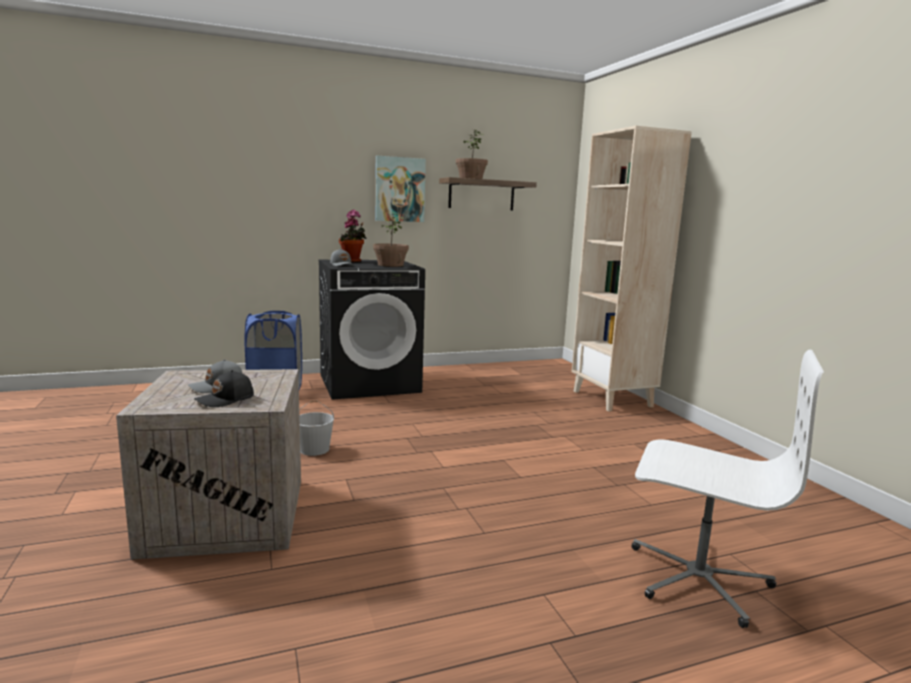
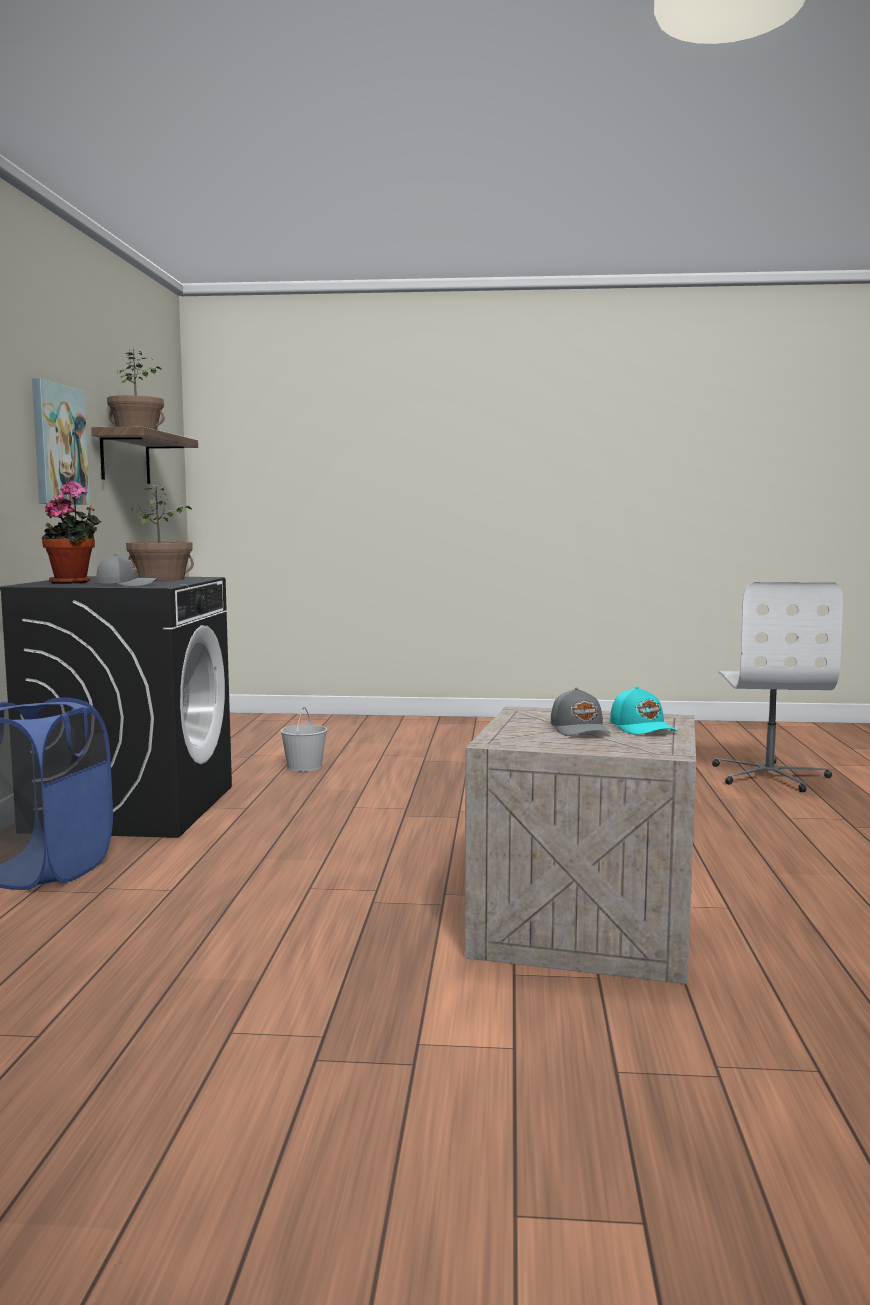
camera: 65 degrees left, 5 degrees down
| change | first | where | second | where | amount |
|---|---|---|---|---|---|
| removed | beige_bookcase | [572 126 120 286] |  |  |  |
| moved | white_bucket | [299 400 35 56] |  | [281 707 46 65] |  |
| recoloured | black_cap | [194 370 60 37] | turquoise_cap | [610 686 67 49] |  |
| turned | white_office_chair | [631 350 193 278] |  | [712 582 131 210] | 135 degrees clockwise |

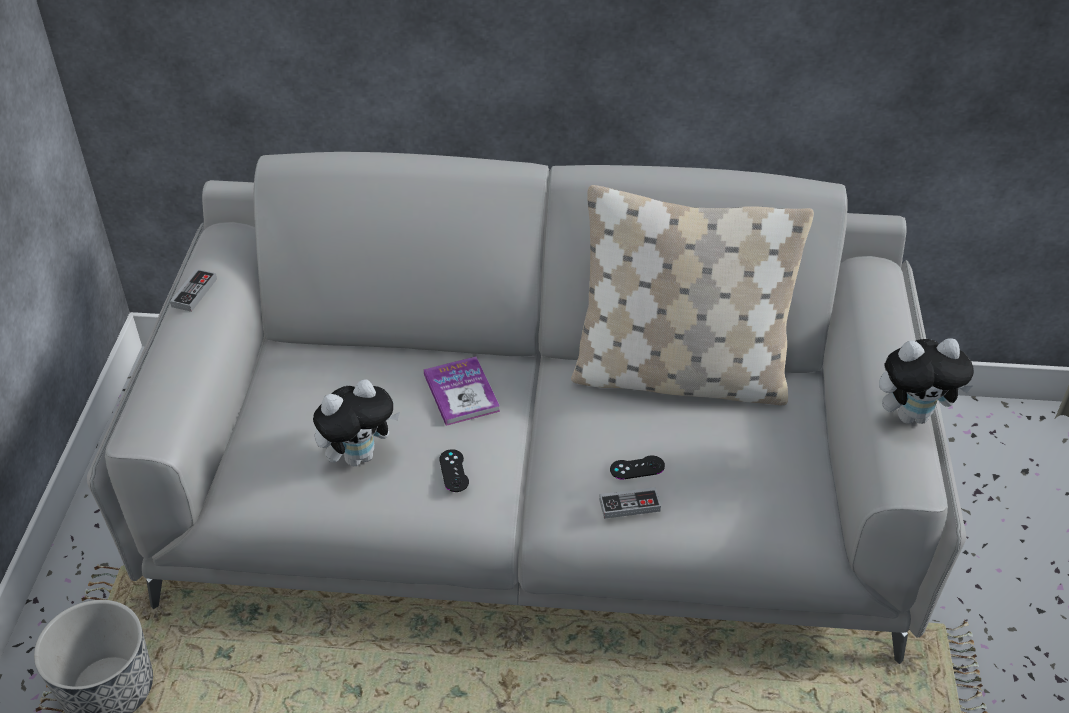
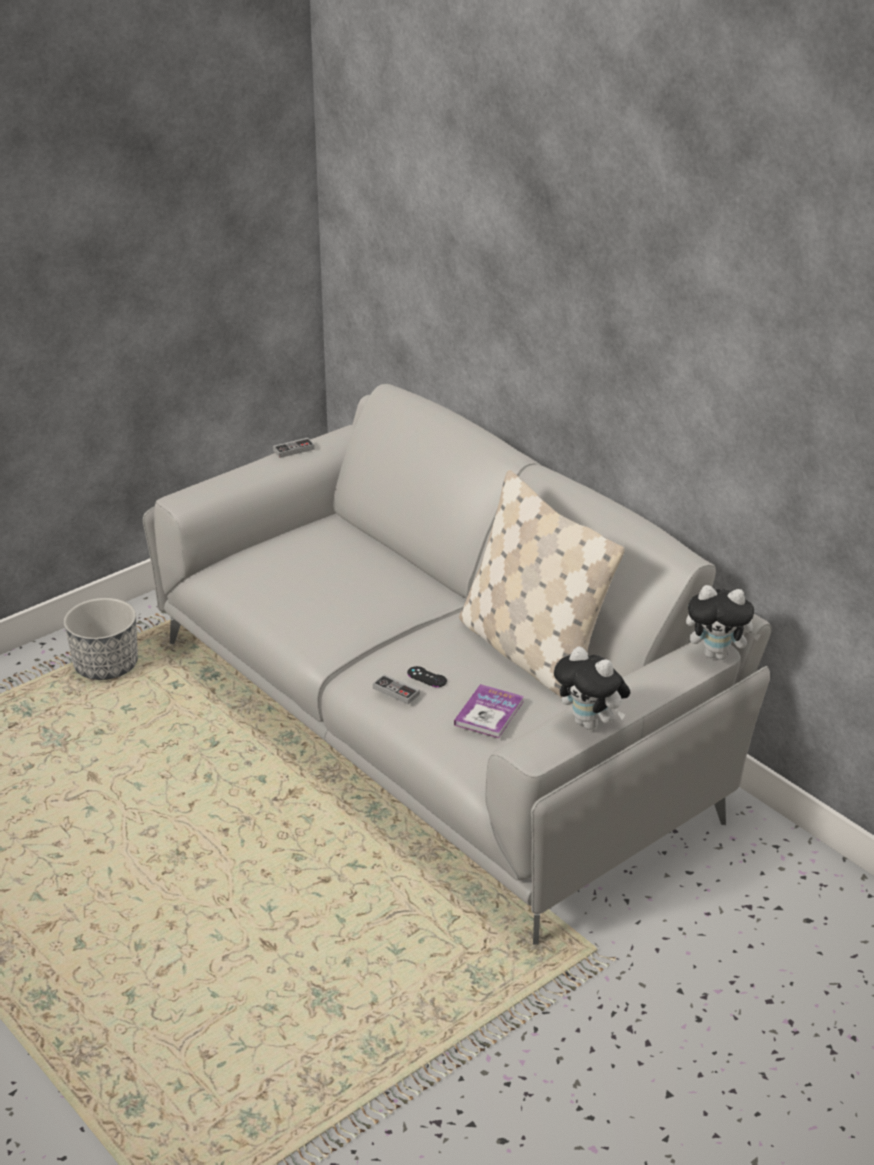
camera: 45 degrees right, 10 degrees down
| change | first | where | second | where | amount |
|---|---|---|---|---|---|
| removed | black_game_controller | [439 449 30 43] |  |  |  |
| moved | plush_toy | [313 379 87 87] |  | [686 585 75 75] |  |
| moved | book | [424 357 76 69] |  | [454 684 70 54] |  |

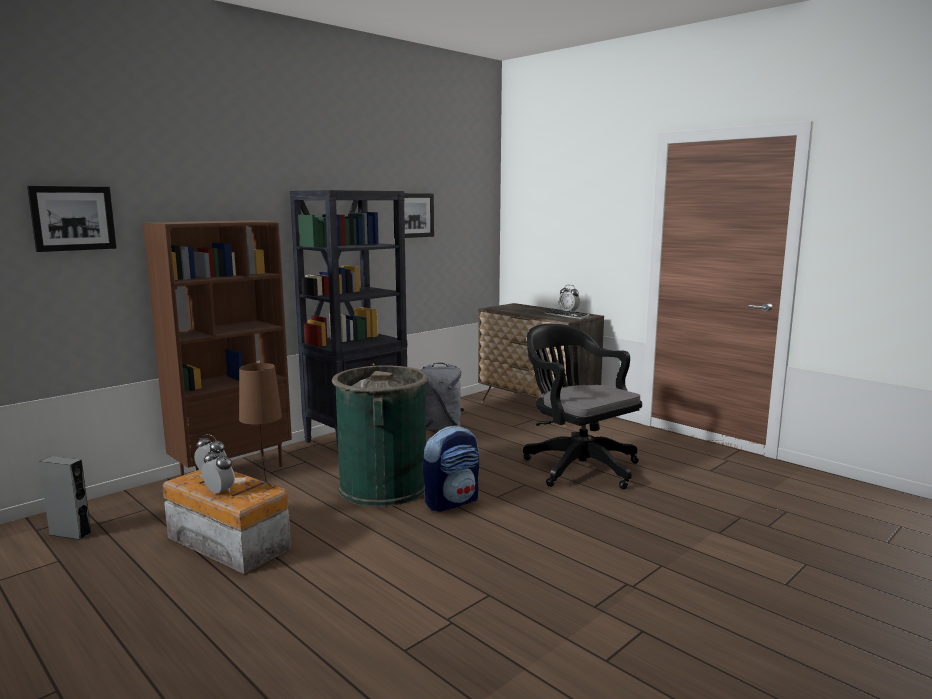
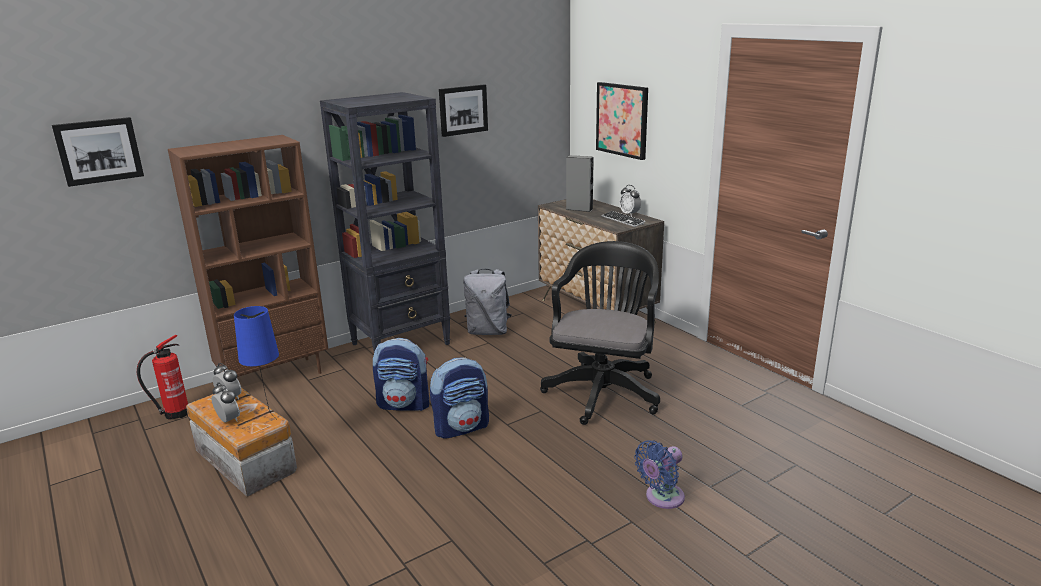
camera: 10 degrees right, 10 degrees up
| change | first | where | second | where | amount |
|---|---|---|---|---|---|
| added |  |  | fire_extinguisher | [137 335 51 85] |  |
| added |  |  | picture | [596 82 52 78] |  |
| added |  |  | blue_fan | [634 440 51 69] |  |
| moved | grey_speaker | [39 456 52 84] |  | [566 155 28 57] |  |
| replaced | green_trash_can | [332 365 97 142] | backpack | [373 338 56 73] |  |
| recoloured | brown_table_lamp | [239 363 43 125] | blue_table_lamp | [234 306 45 113] |  |
| turned | black_office_chair | [523 323 119 166] |  | [540 241 120 184] | 45 degrees clockwise |

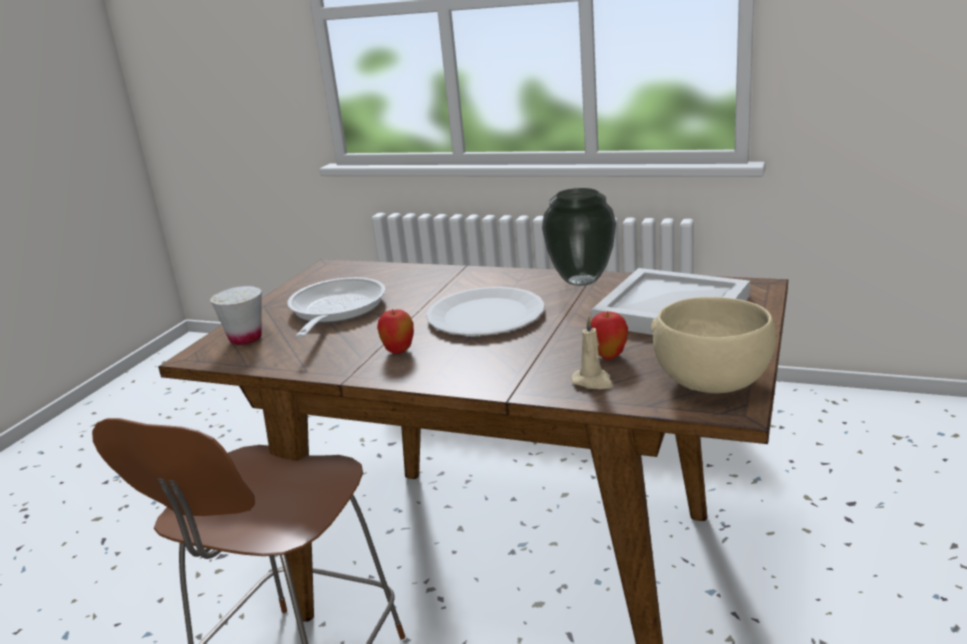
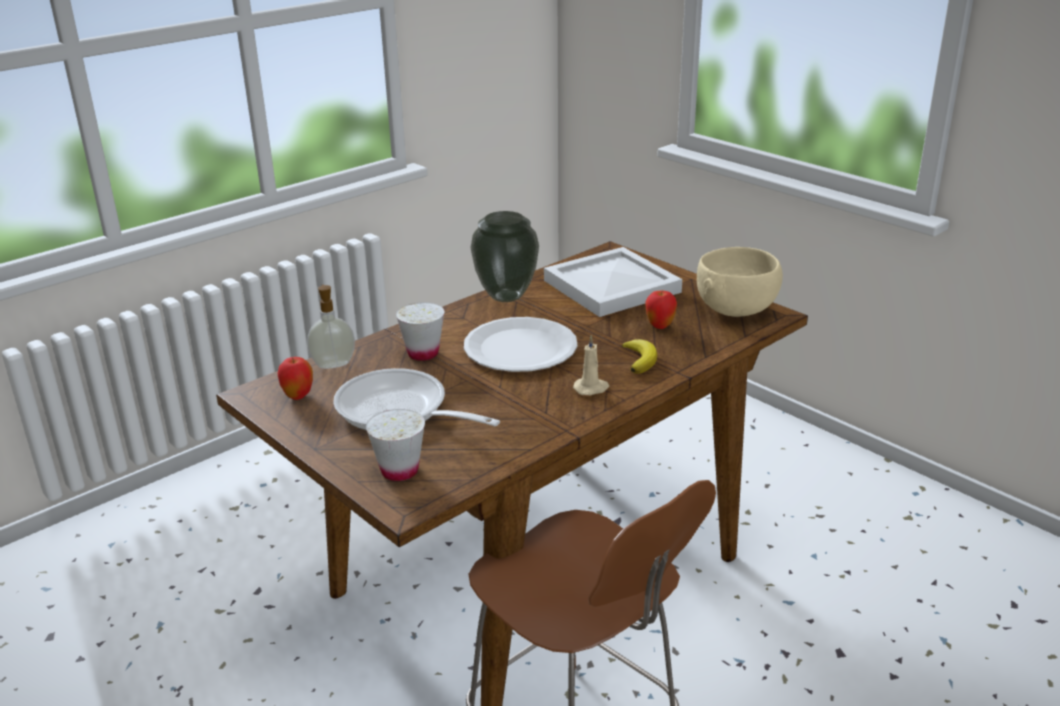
camera: 65 degrees left, 5 degrees up
| change | first | where | second | where | amount |
|---|---|---|---|---|---|
| added |  |  | soap_dispenser | [307 285 48 84] |  |
| added |  |  | white_cup | [396 302 48 59] |  |
| added |  |  | banana | [622 339 35 35] |  |
| moved | apple | [377 309 37 45] |  | [278 357 35 43] |  |
| moved | beige_candle | [571 316 42 73] |  | [573 335 36 60] |  |

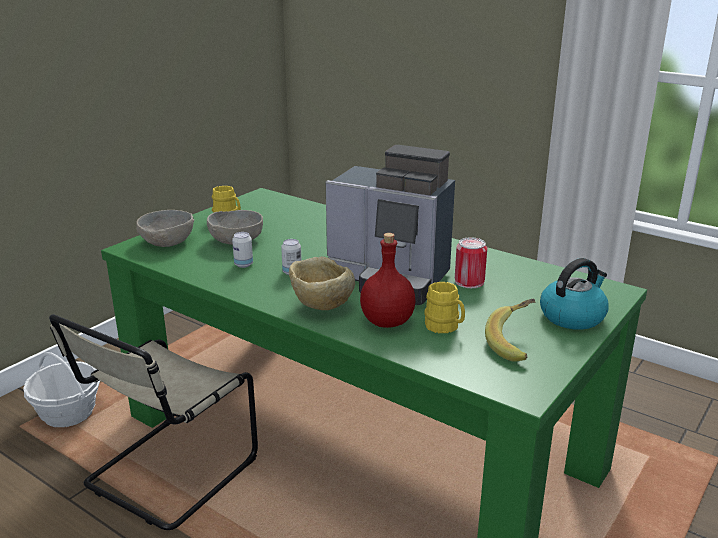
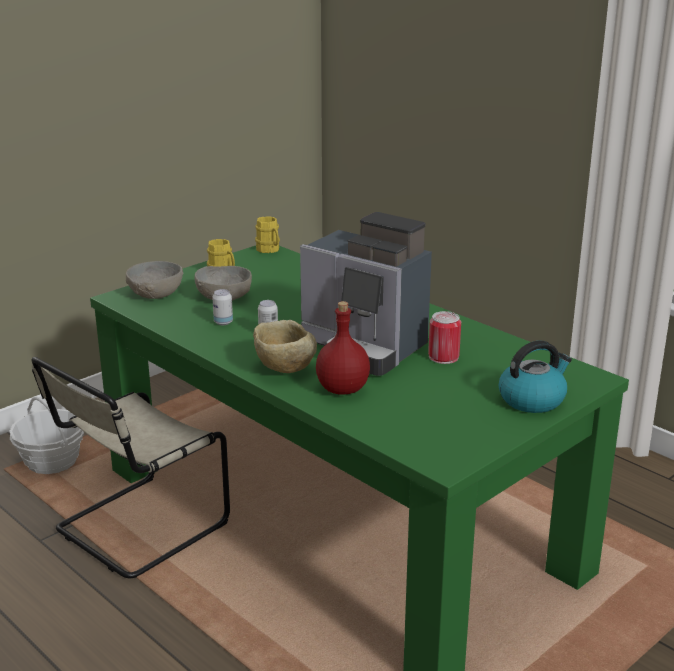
camera: 10 degrees right, 0 degrees up
| change | first | where | second | where | amount |
|---|---|---|---|---|---|
| removed | banana | [485 298 50 64] |  |  |  |
| moved | yellow_mug | [424 282 41 51] |  | [255 216 25 37] |  |

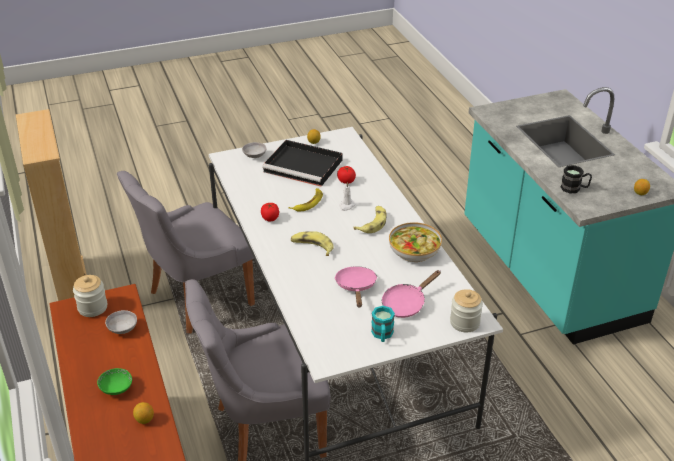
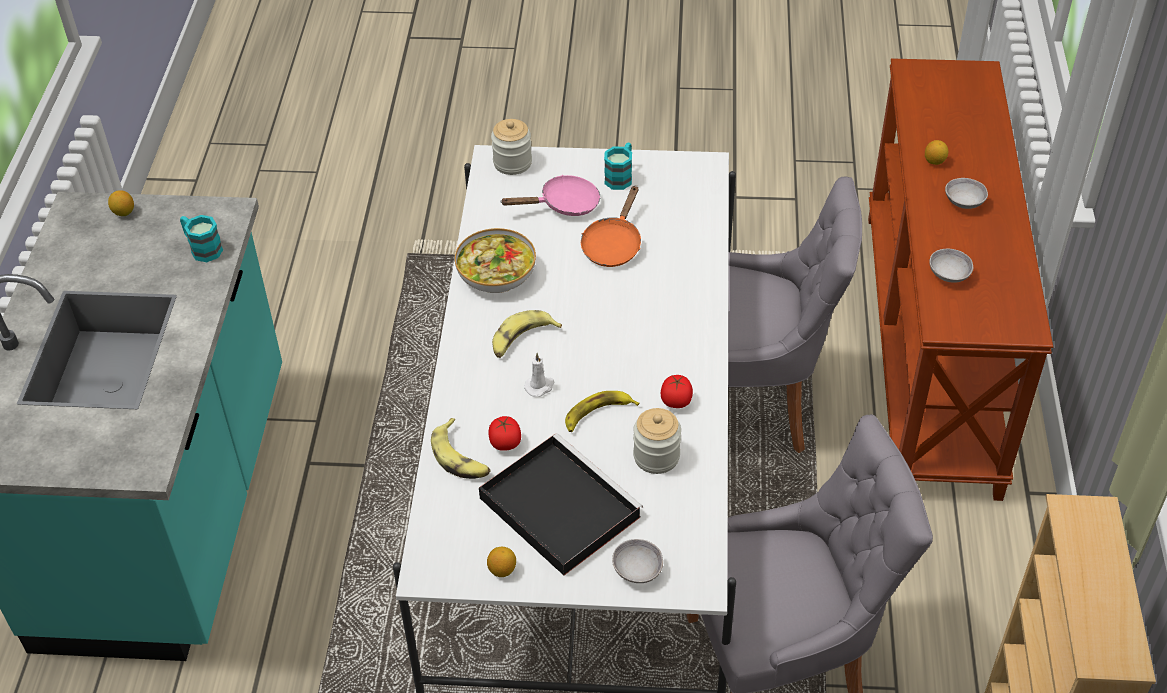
camera: 155 degrees left, 10 degrees up
| change | first | where | second | where | amount |
|---|---|---|---|---|---|
| moved | jar | [73 275 34 42] |  | [633 408 48 66] |  |
| moved | banana | [291 231 43 25] |  | [431 418 60 61] |  |
| recoloured | green_bowl | [97 368 35 27] | grey_bowl | [945 178 43 31] |  |
| recoloured | pink_frying_pan | [335 266 43 42] | orange_frying_pan | [581 185 60 82] |  |
| recoloured | black_mug | [561 165 31 29] | turquoise_mug | [180 215 43 47] |  |

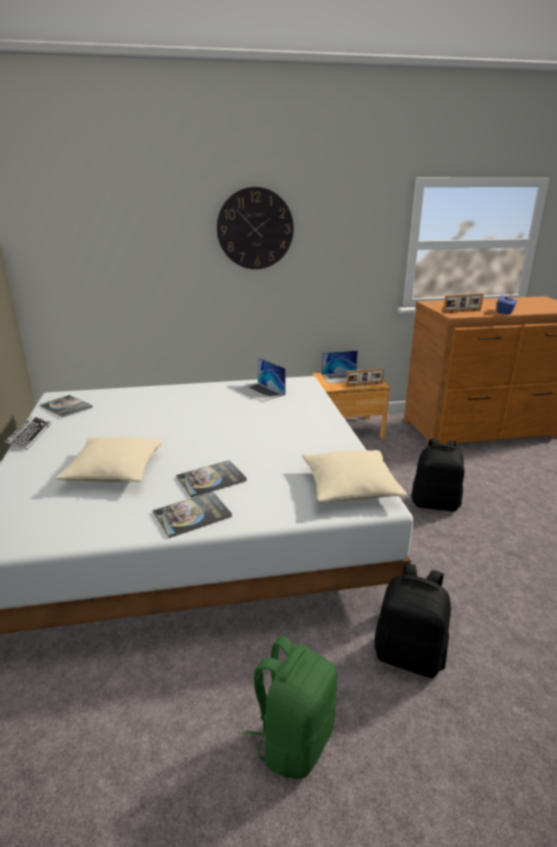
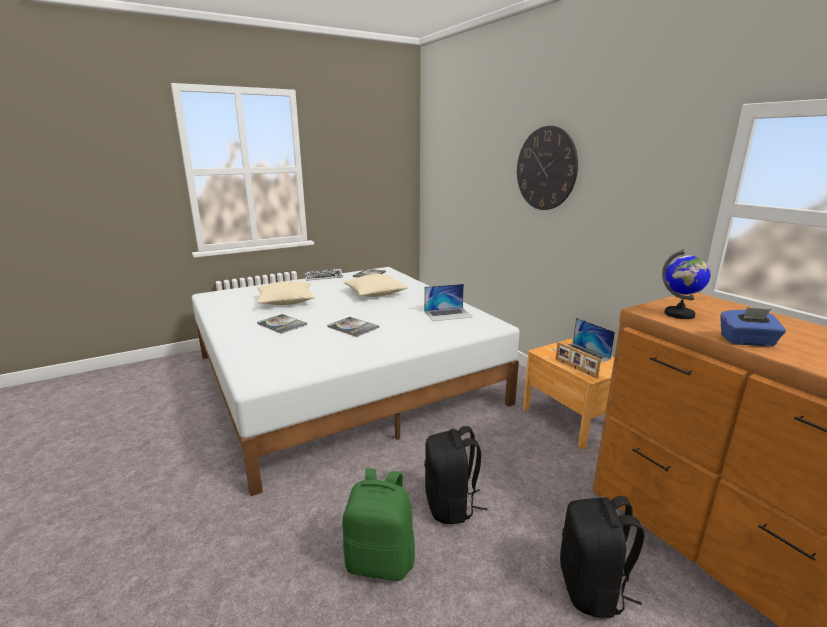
camera: 70 degrees right, 5 degrees down
| change | first | where | second | where | amount |
|---|---|---|---|---|---|
| moved | book | [153 492 79 46] |  | [328 317 51 20] |  |
| moved | green_backpack | [245 636 92 143] |  | [342 468 73 113] |  |
| moved | beige_pillow | [302 450 105 52] |  | [343 274 65 23] |  |
| moved | black_backpack | [375 563 76 115] |  | [560 496 84 122] |  |
| replaced | picture_frame | [443 293 41 20] | globe | [662 249 49 70] |  |
| turned | laptop | [235 358 51 44] |  | [424 284 48 37] | 135 degrees counterclockwise |

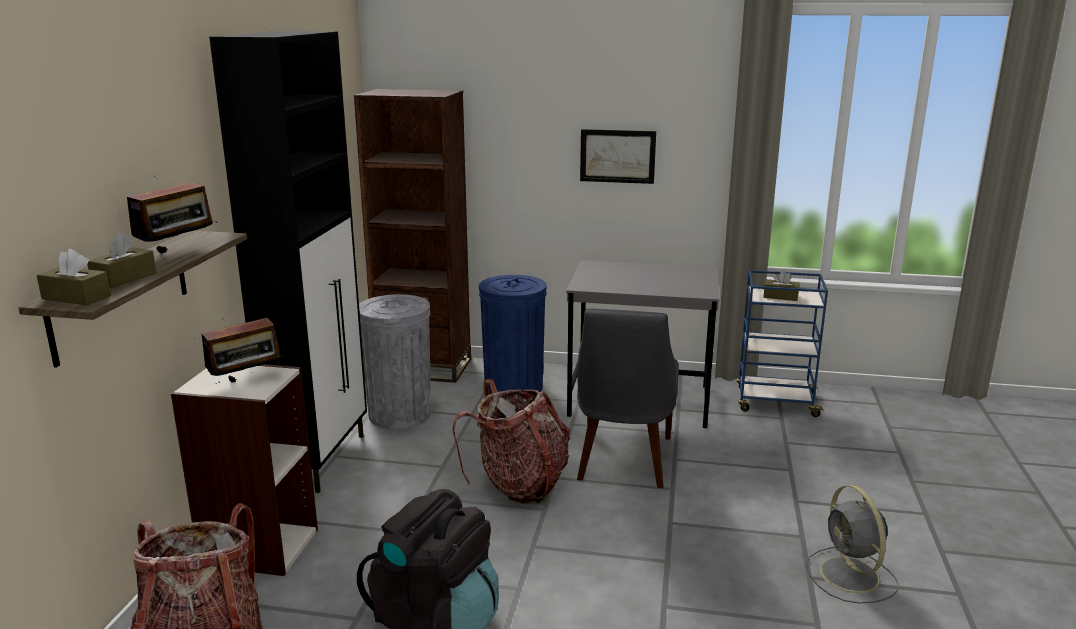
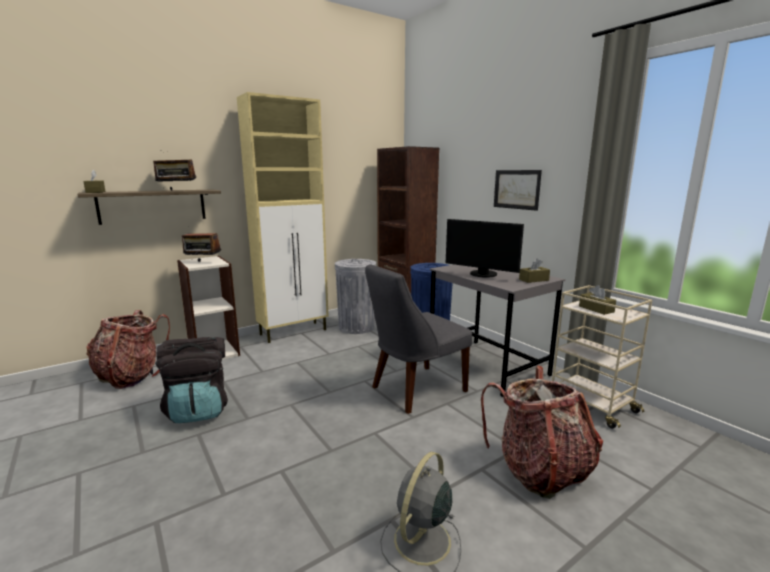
camera: 45 degrees right, 5 degrees down
| change | first | where | second | where | amount |
|---|---|---|---|---|---|
| added |  |  | monitor | [446 219 78 59] |  |
| moved | brown_tissue_box | [87 233 70 55] |  | [519 259 31 24] |  |
| moved | backpack | [452 379 118 125] |  | [481 366 122 133] |  |
| recoloured | black_cabinet | [209 31 158 462] | beige_cabinet | [237 92 92 251] |  |
| recoloured | blue_cart | [737 270 91 147] | beige_cart | [552 285 100 144] |  |

